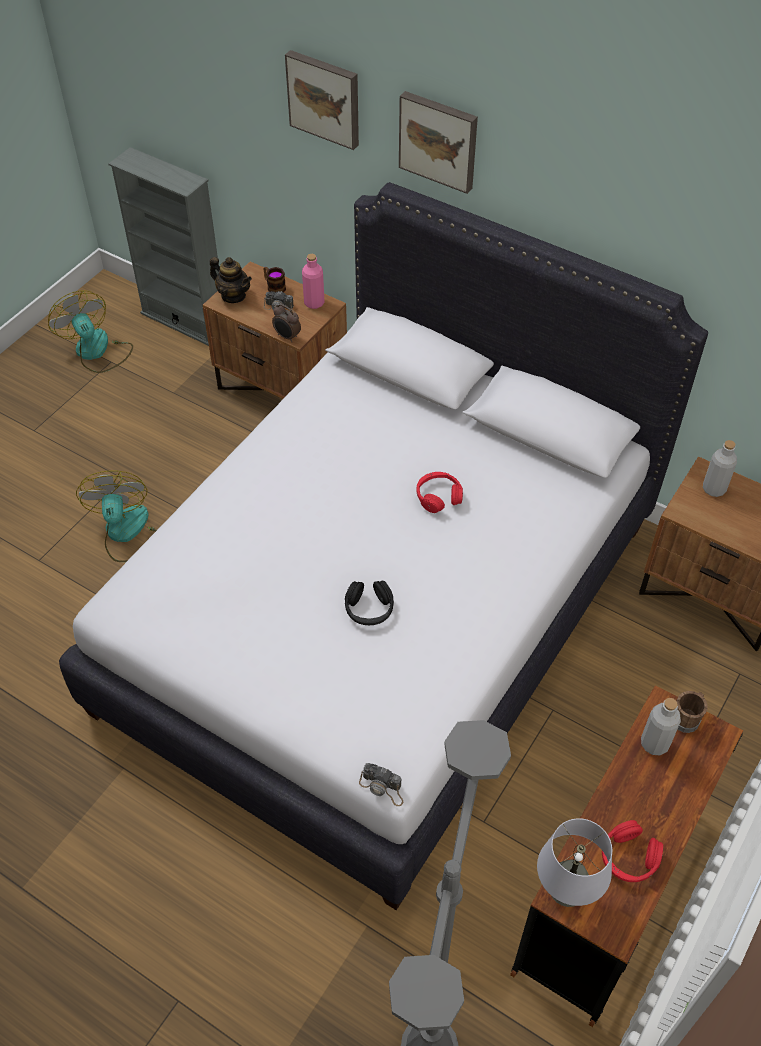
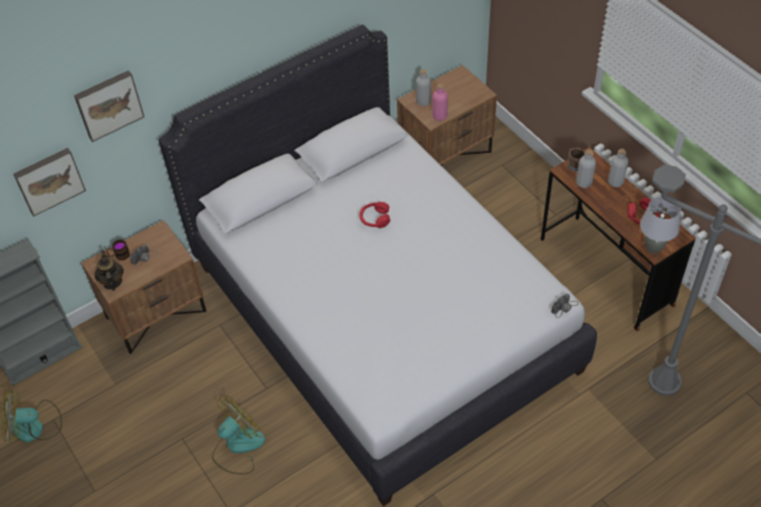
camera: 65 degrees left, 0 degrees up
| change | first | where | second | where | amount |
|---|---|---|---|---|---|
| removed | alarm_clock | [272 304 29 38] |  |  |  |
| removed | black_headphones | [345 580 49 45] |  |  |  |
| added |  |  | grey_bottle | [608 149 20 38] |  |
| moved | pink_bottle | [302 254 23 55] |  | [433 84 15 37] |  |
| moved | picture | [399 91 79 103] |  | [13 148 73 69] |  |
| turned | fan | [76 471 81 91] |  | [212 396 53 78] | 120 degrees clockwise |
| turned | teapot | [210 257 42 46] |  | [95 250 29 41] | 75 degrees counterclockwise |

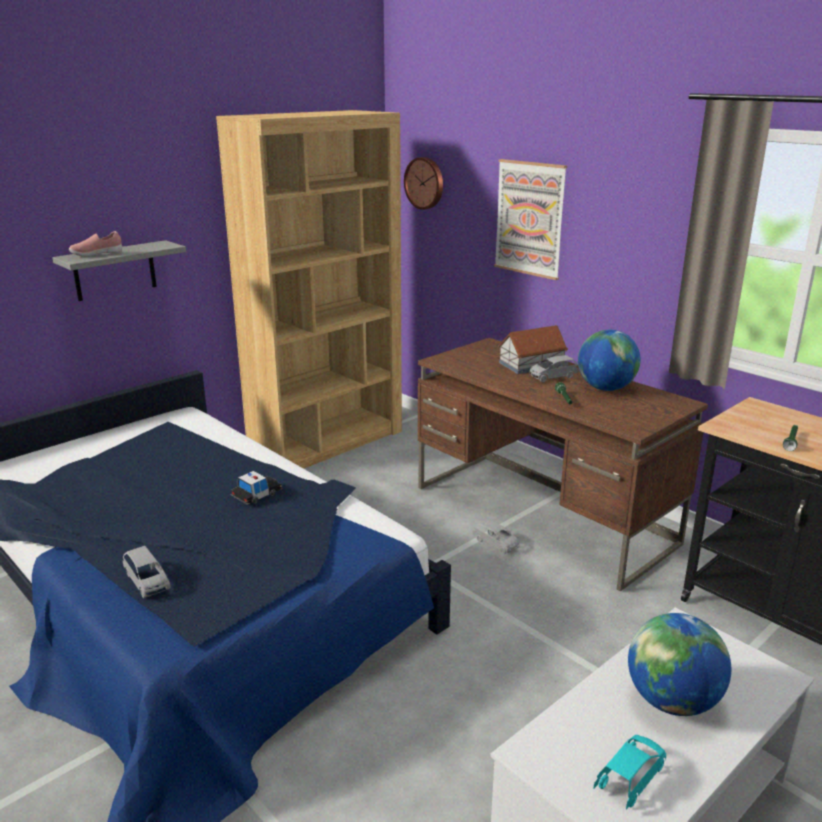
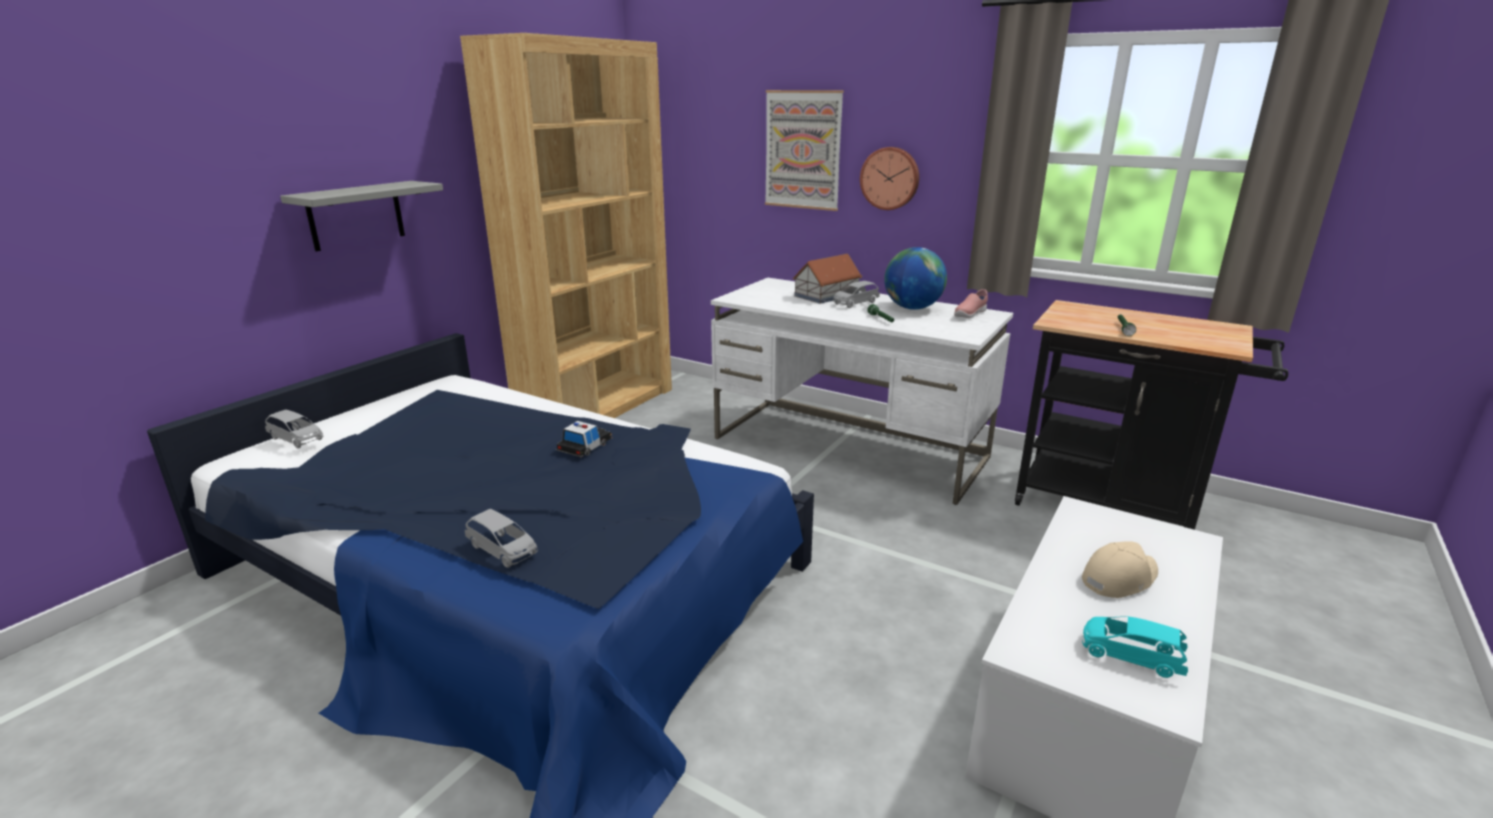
camera: 15 degrees left, 0 degrees up
| change | first | where | second | where | amount |
|---|---|---|---|---|---|
| moved | pink_shoe | [69 231 53 26] |  | [954 289 34 29] |  |
| moved | wall_clock | [404 157 39 53] |  | [860 147 59 63] |  |
| moved | grey_toy_car | [473 519 46 35] |  | [265 410 58 38] |  |
| replaced | globe | [628 613 103 103] | beige_cap | [1082 541 76 57] |  |
| recoloured | brown_desk | [418 338 290 253] | white_desk | [711 278 302 227] |  |
| turned | turquoise_toy_car | [594 735 72 75] |  | [1082 616 106 62] | 90 degrees counterclockwise |

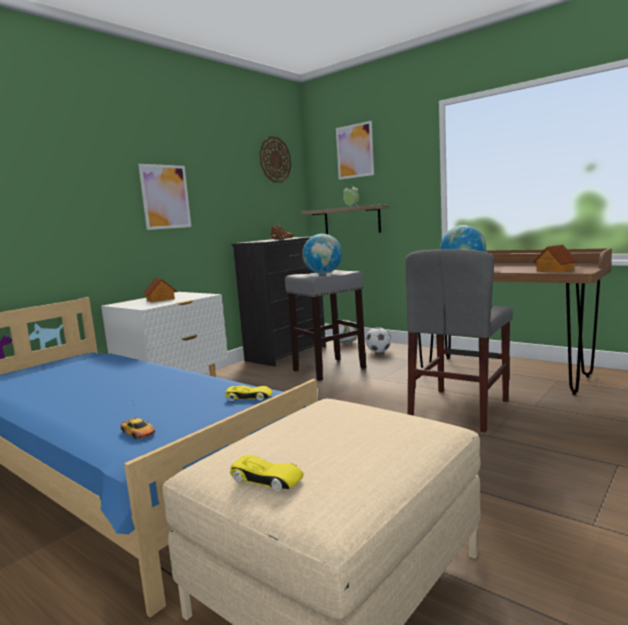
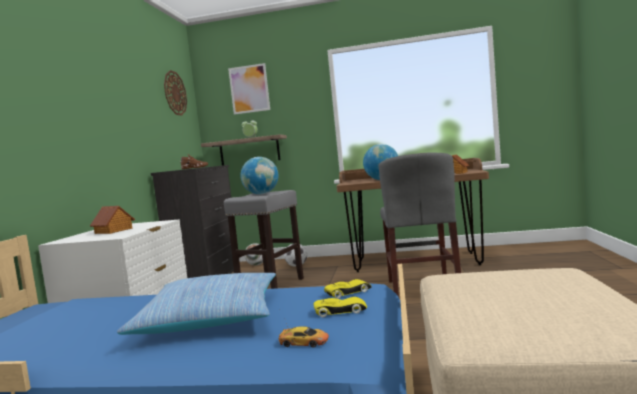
camera: 30 degrees left, 5 degrees down
| change | first | where | second | where | amount |
|---|---|---|---|---|---|
| removed | picture | [138 164 53 66] |  |  |  |
| added |  |  | pillow | [117 273 159 62] |  |
| moved | yellow_toy_car | [230 455 73 36] |  | [313 297 54 20] |  |

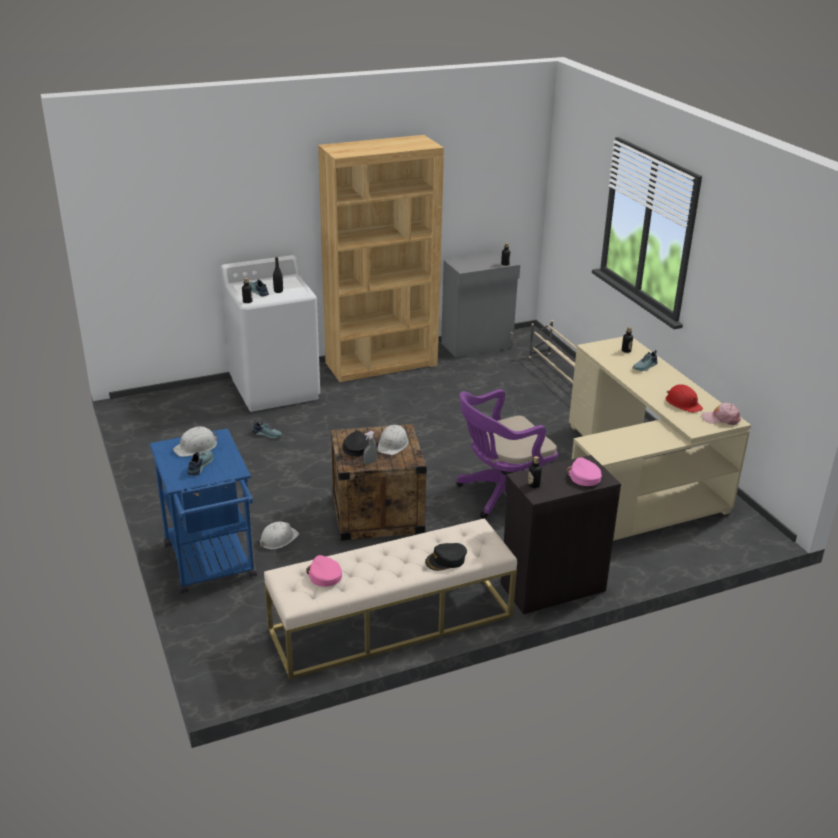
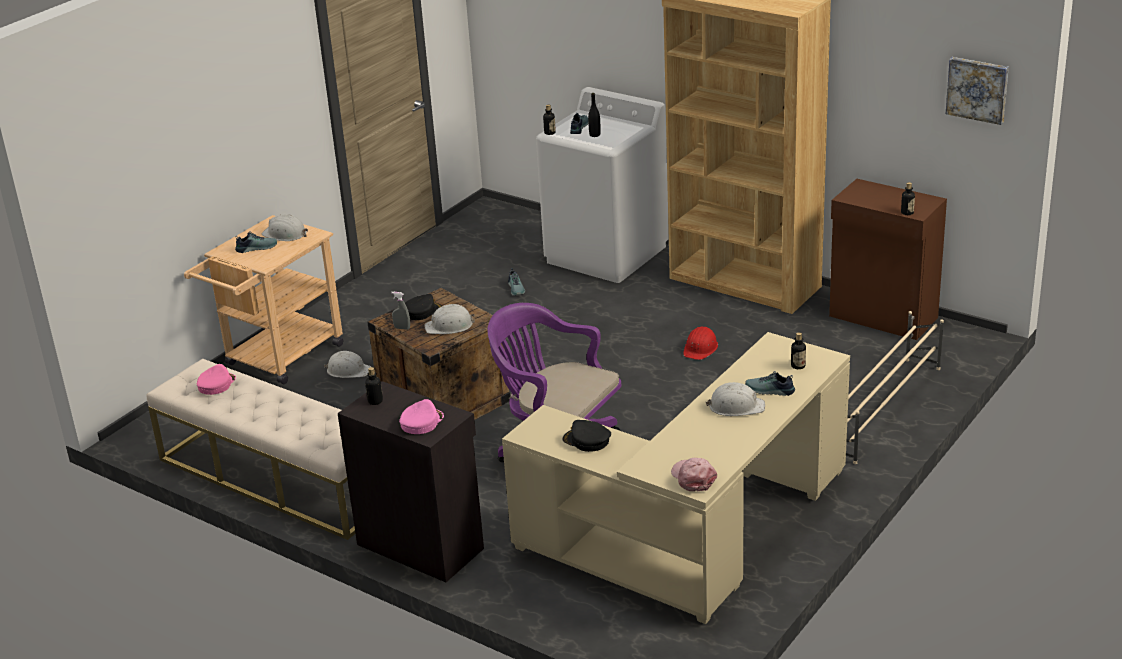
camera: 60 degrees right, 0 degrees up
| change | first | where | second | where | amount |
|---|---|---|---|---|---|
| added |  |  | white_hard_hat | [706 382 59 34] |  |
| added |  |  | picture | [946 57 63 68] |  |
| moved | black_cap | [425 543 42 28] |  | [563 420 48 32] |  |
| moved | red_hard_hat | [666 384 37 29] |  | [683 327 35 33] |  |
| recoloured | blue_cart | [149 429 108 165] | beige_cart | [184 215 159 169] |  |
| recoloured | grey_cabinet | [441 252 79 105] | brown_cabinet | [829 179 118 161] |  |

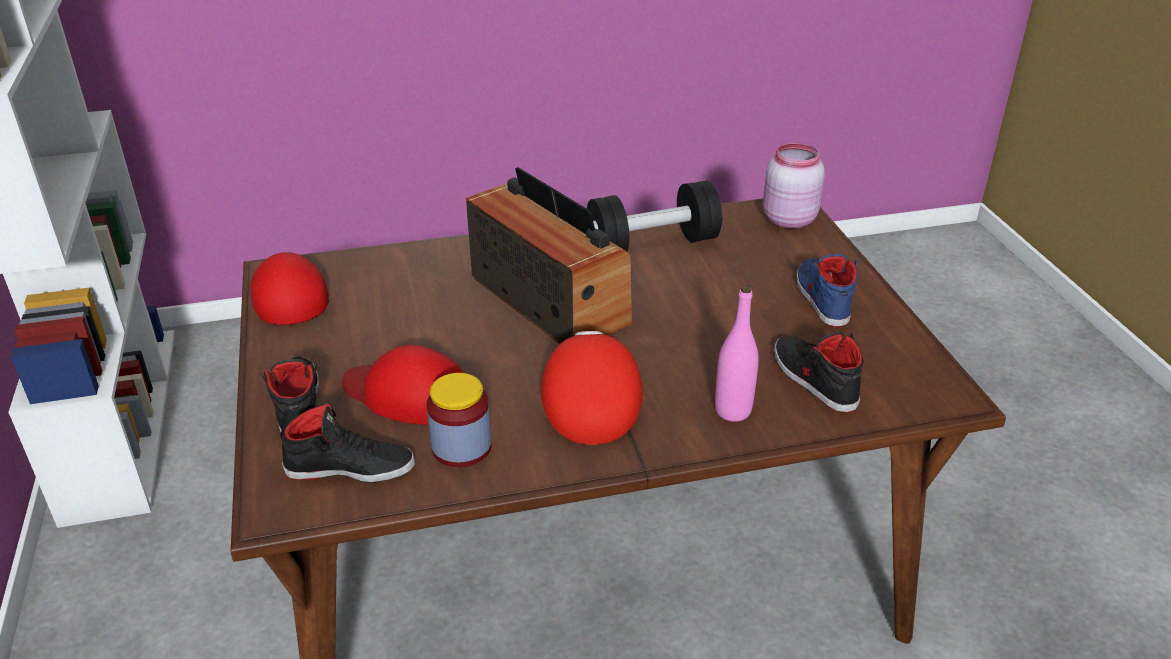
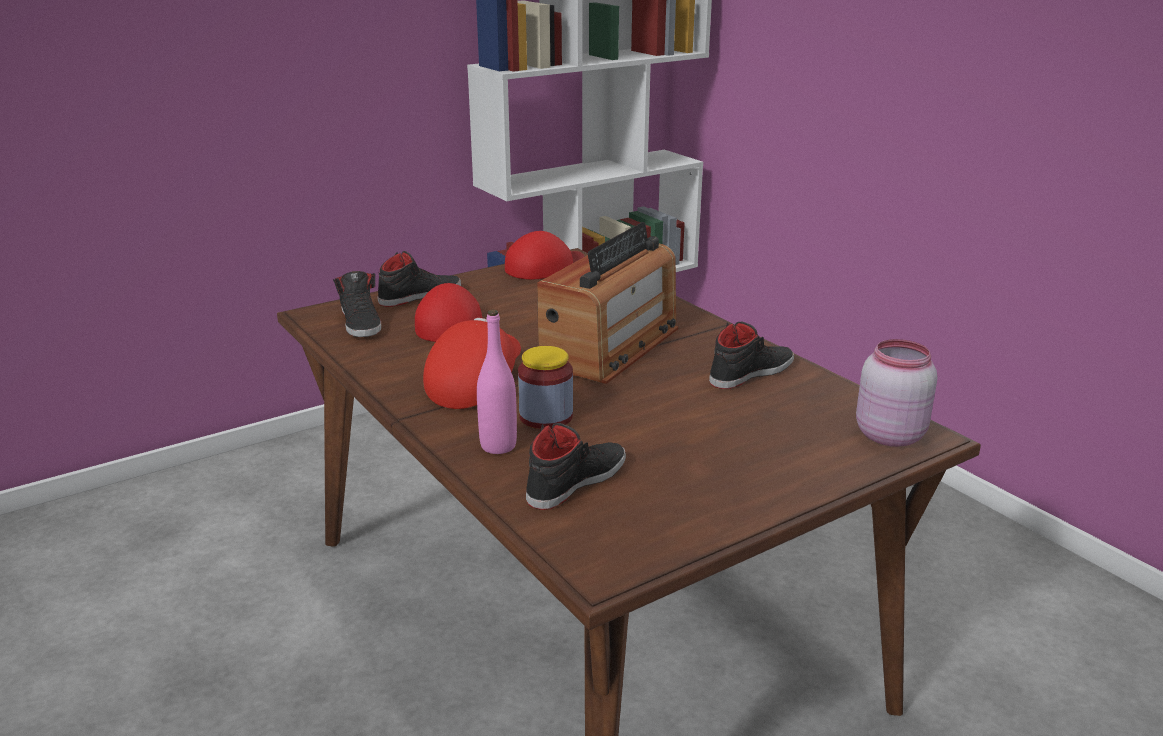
camera: 70 degrees right, 10 degrees down
| change | first | where | second | where | amount |
|---|---|---|---|---|---|
| removed | blue_shoe | [797 254 61 73] |  |  |  |
| moved | jar | [427 373 65 94] |  | [518 346 55 83] |  |
| replaced | black_dumbbell | [587 181 135 70] | black_shoe | [709 321 85 68] |  |
| turned | red_cap | [541 331 102 114] |  | [423 318 98 91] | 45 degrees counterclockwise |

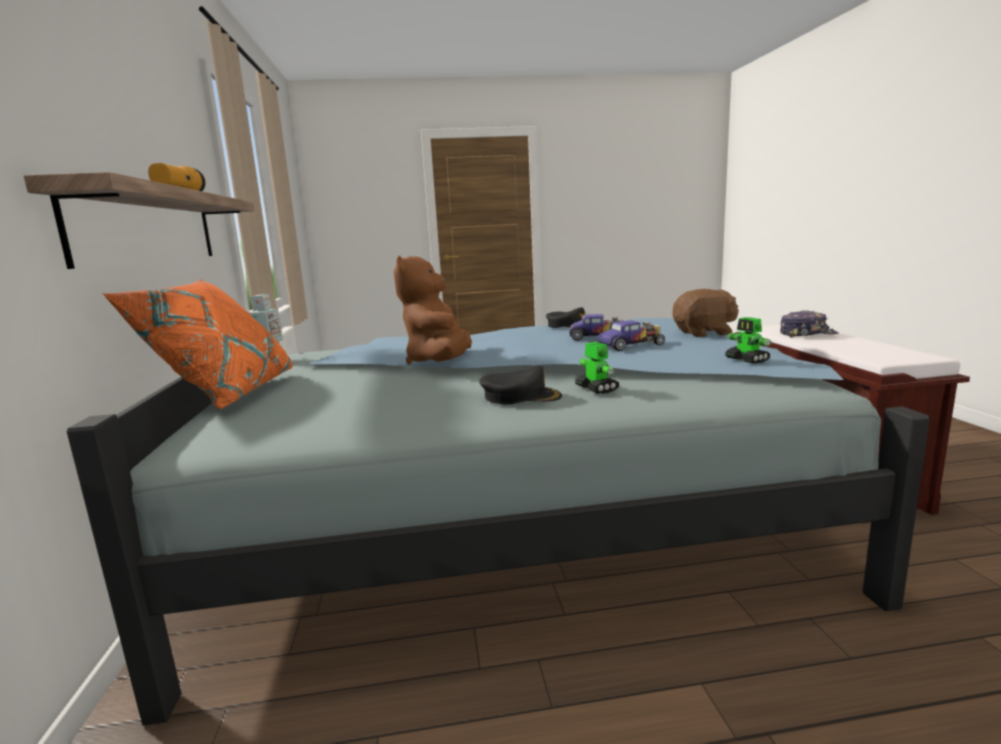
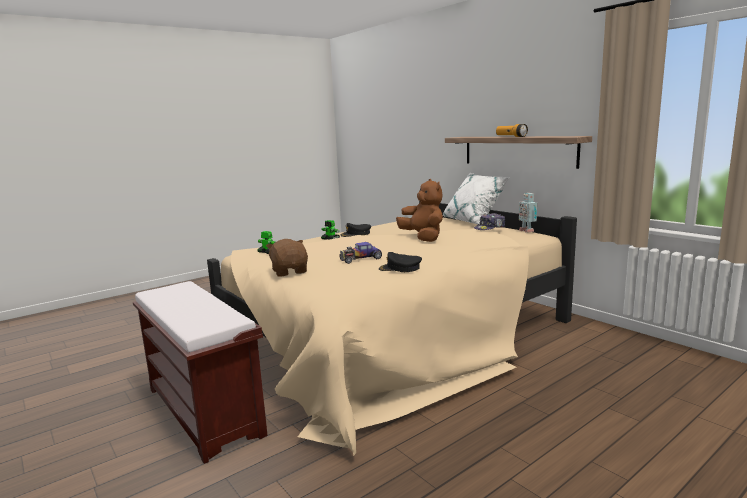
camera: 150 degrees right, 0 degrees up
| change | first | where | second | where | amount |
|---|---|---|---|---|---|
| removed | toy_car | [598 320 67 31] |  |  |  |
| moved | cap | [780 310 59 28] |  | [474 213 31 17] |  |
| recoloured | blue_bed | [67 318 863 408] | beige_bed | [207 201 370 255] |  |
| recoloured | orange_pillow | [102 280 191 129] | white_pillow | [443 172 67 52] |  |
| turned | brown_plush_toy | [673 289 66 48] |  | [266 239 42 38] | 105 degrees clockwise |

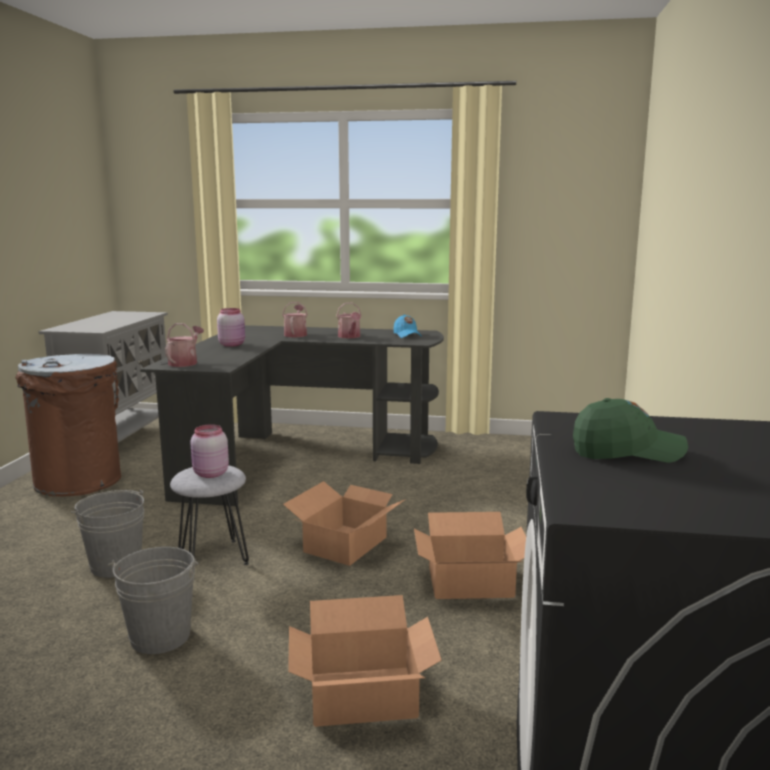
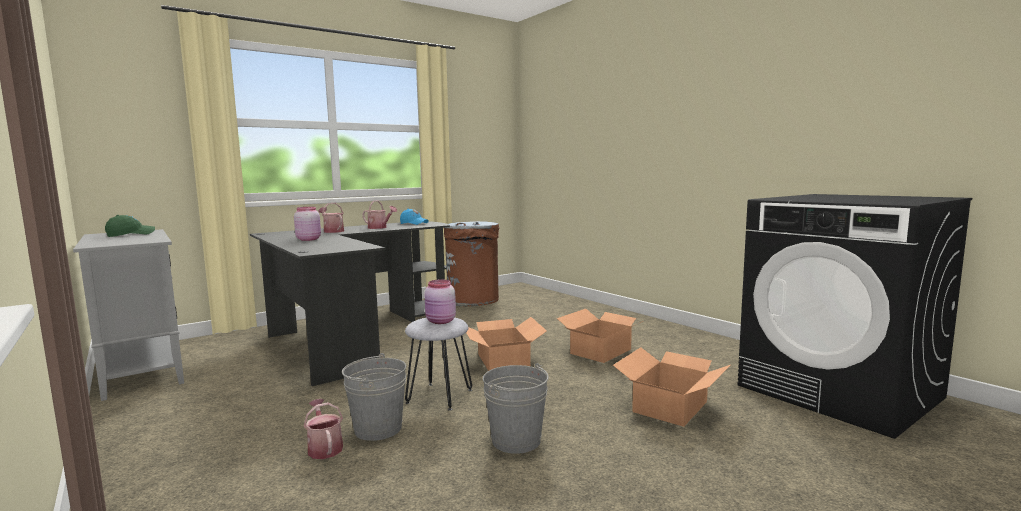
camera: 45 degrees left, 5 degrees down
| change | first | where | second | where | amount |
|---|---|---|---|---|---|
| moved | brown_trash_can | [15 354 106 143] |  | [444 221 56 85] |  |
| moved | watering_can | [165 323 39 44] |  | [304 399 39 60] |  |
| moved | green_cap | [573 398 115 65] |  | [105 215 50 22] |  |

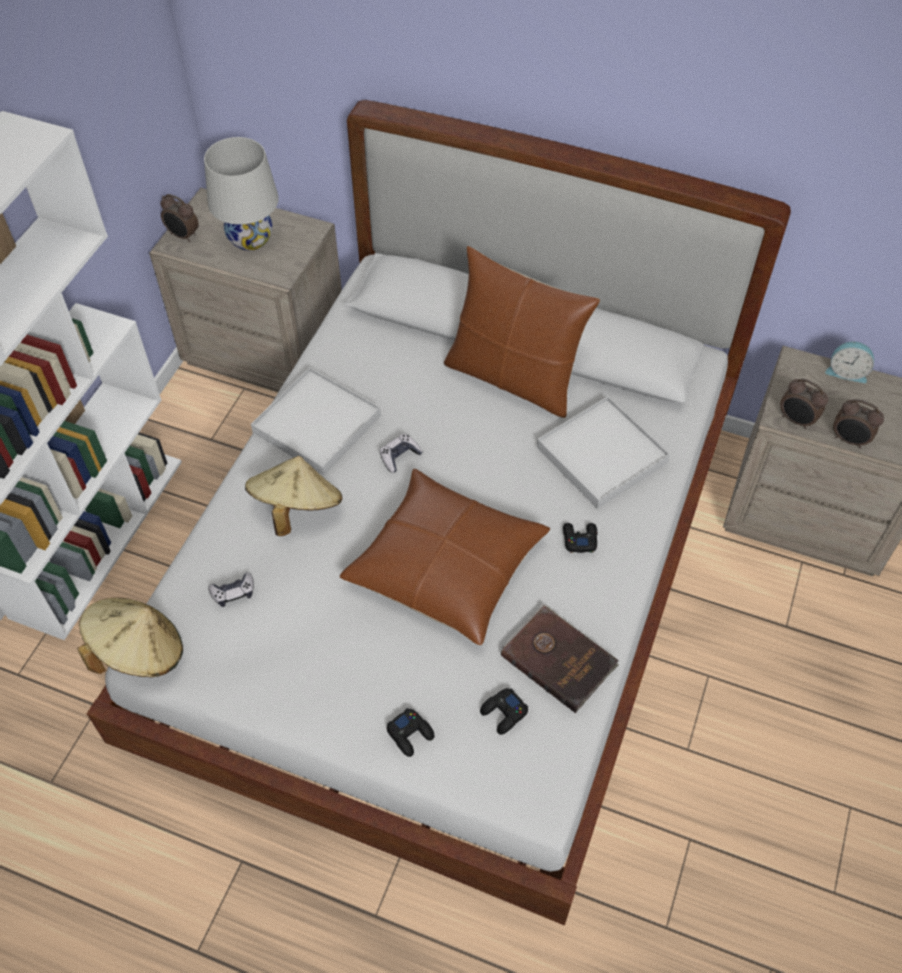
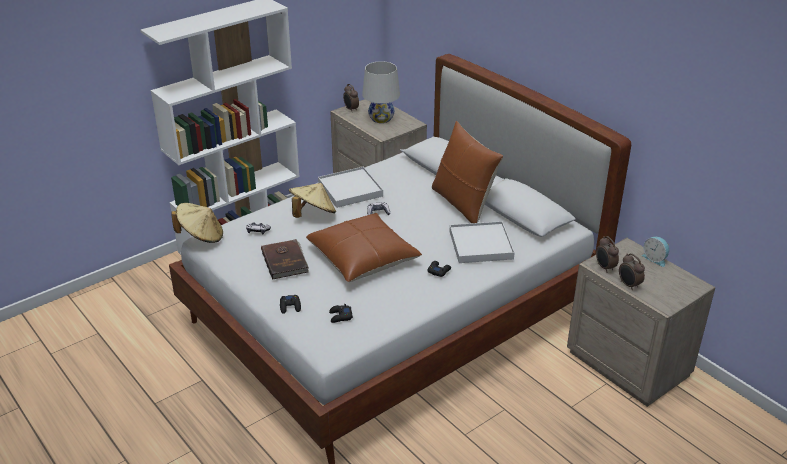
camera: 30 degrees right, 20 degrees down
| change | first | where | second | where | amount |
|---|---|---|---|---|---|
| moved | brown_book | [501 604 118 109] |  | [261 239 48 41] |  |

